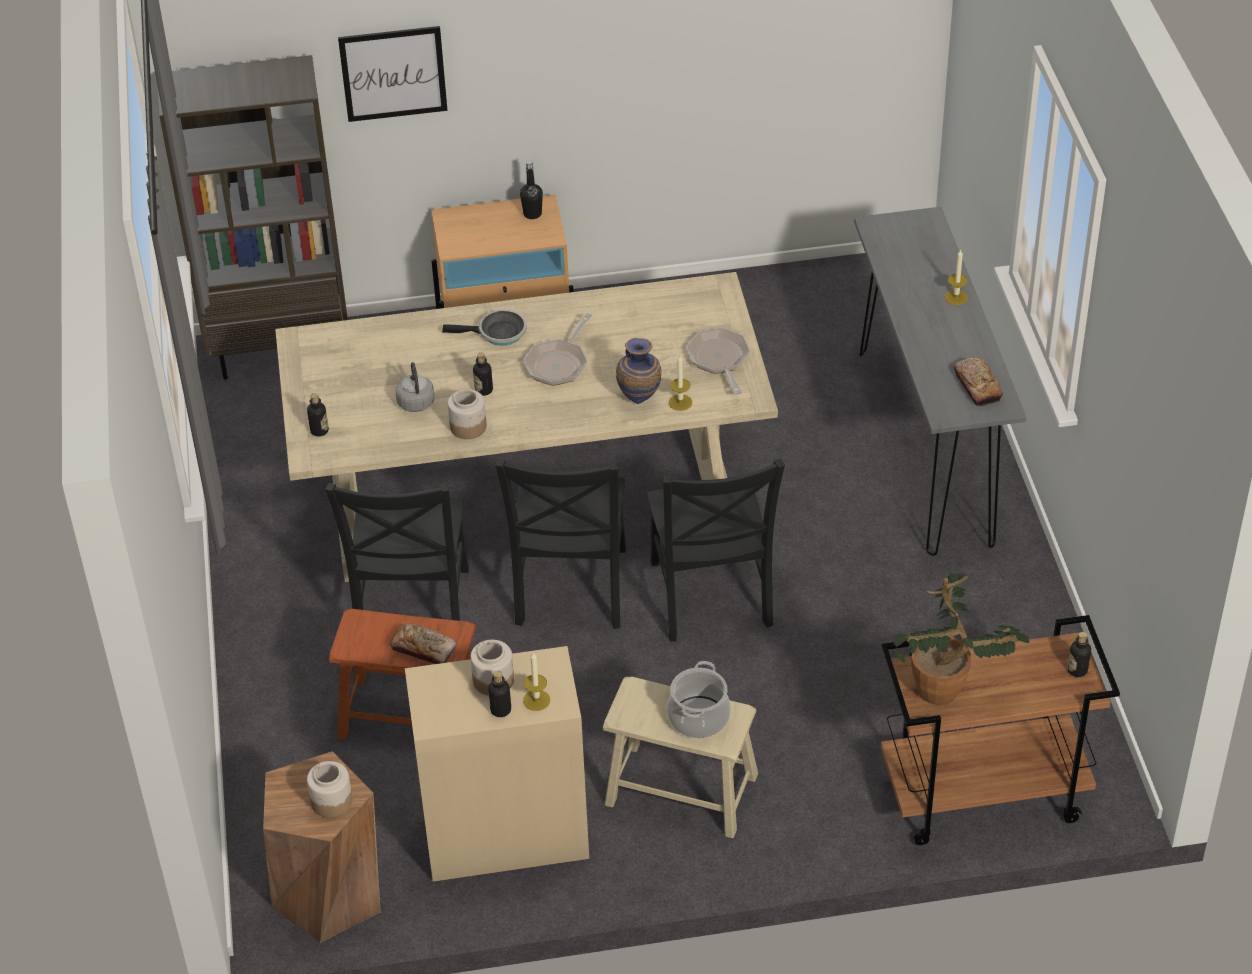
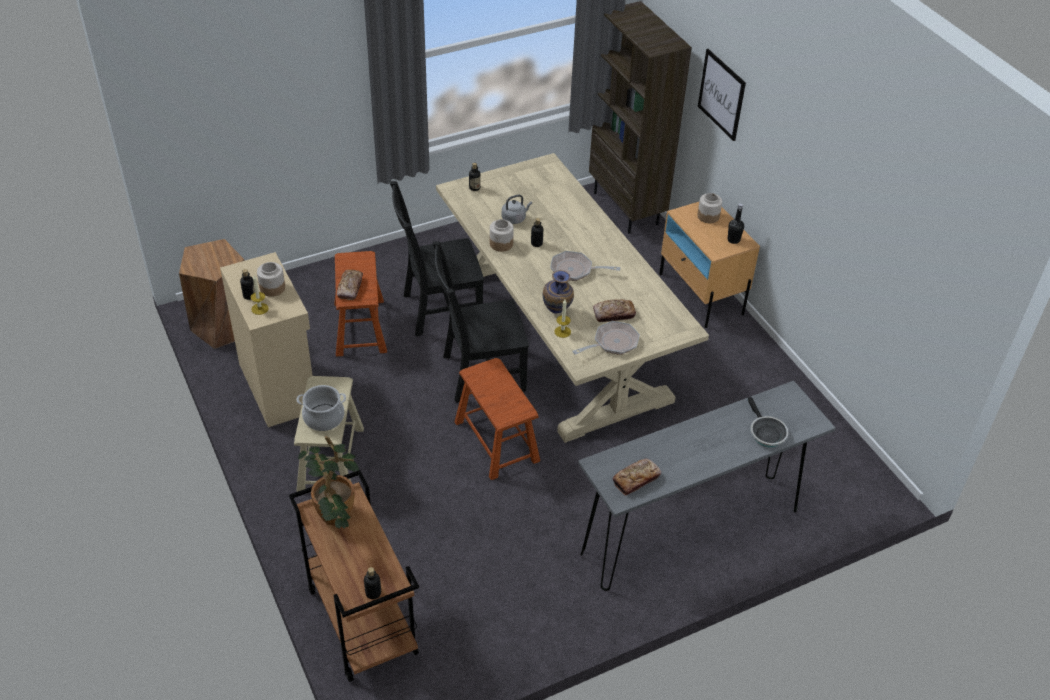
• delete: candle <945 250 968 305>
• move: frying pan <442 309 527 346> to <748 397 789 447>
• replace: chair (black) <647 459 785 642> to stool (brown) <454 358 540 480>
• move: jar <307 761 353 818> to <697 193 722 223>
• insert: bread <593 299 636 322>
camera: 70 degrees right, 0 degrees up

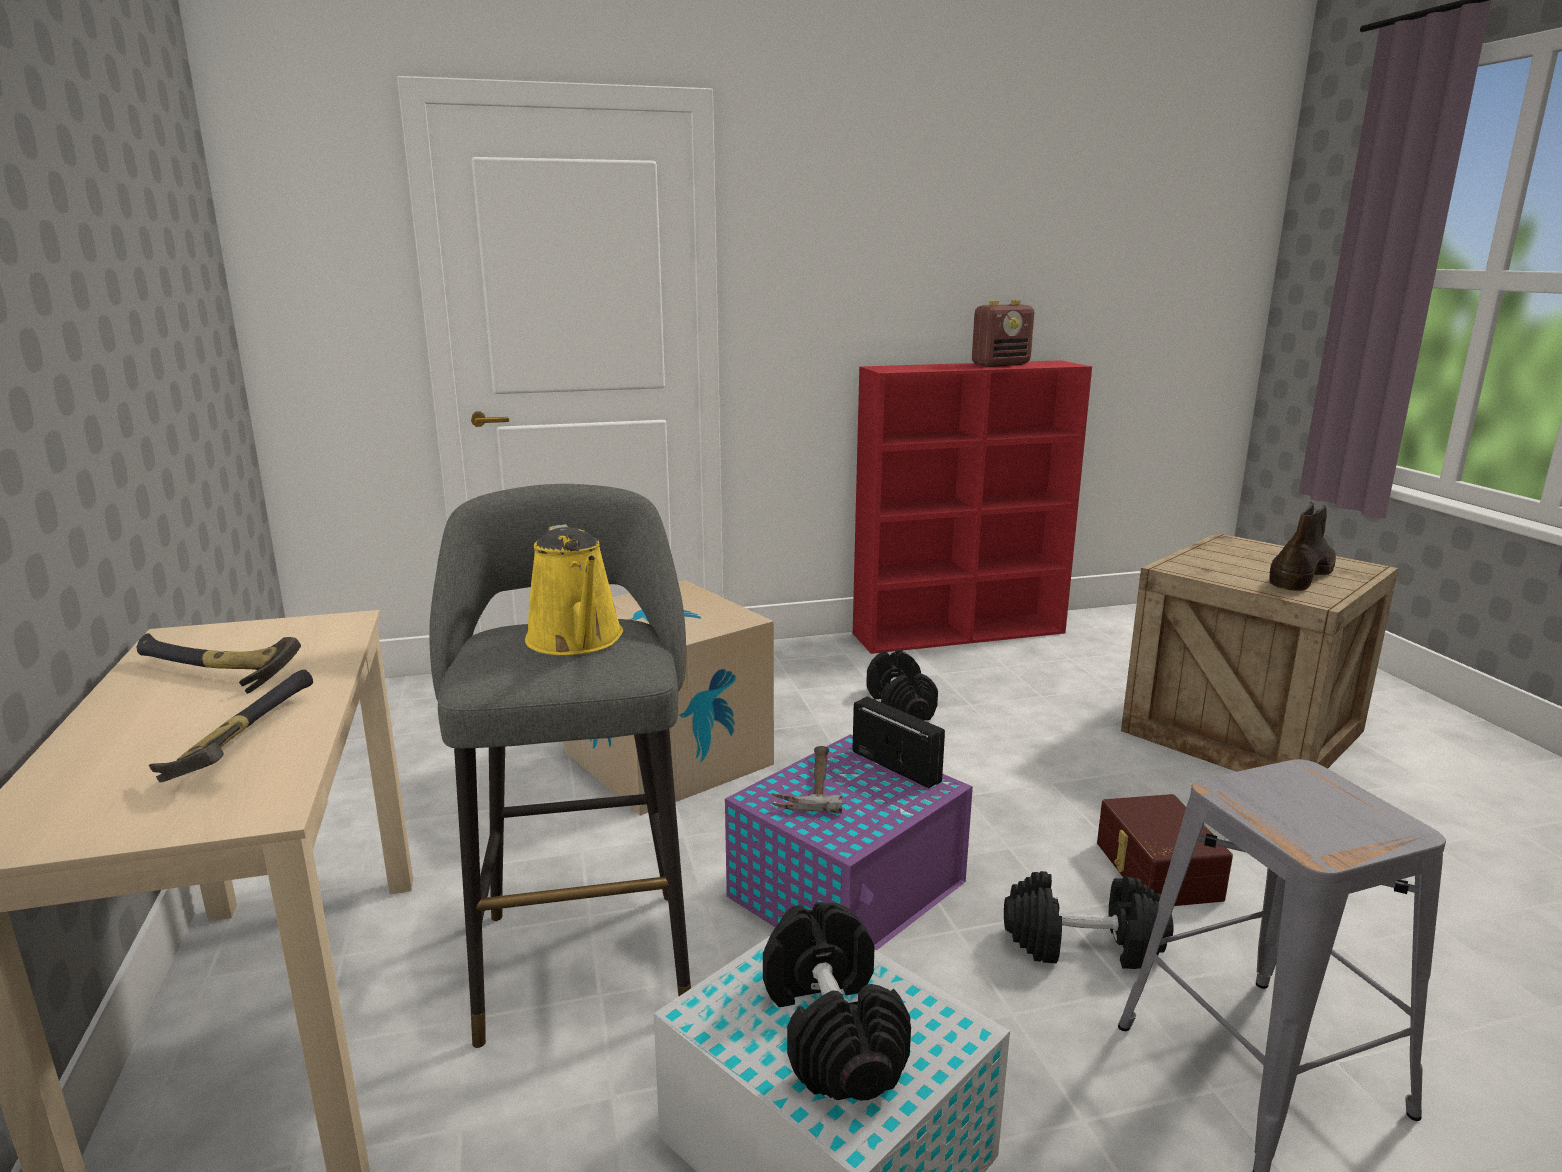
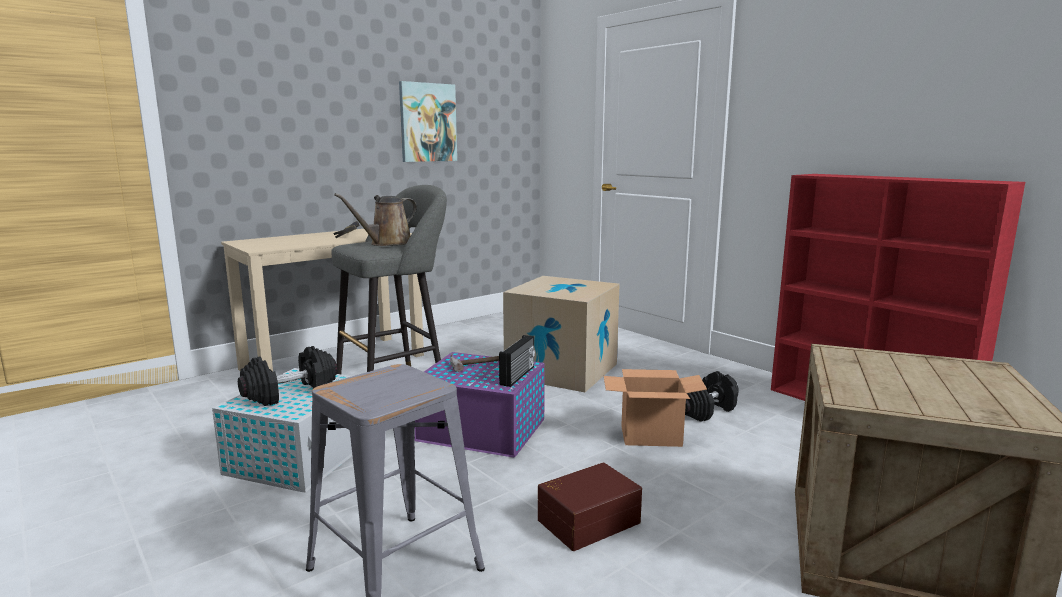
• delete: radio <972 300 1034 367>
• delete: boot (brown) <1269 502 1336 591>
• recolor: watering can (yellow) <525 524 623 655> to watering can (brown) <334 193 417 246>
• delete: hammer <149 670 313 783>
• delete: dumbbell (black) <1004 871 1173 969>
• insert: picture <399 81 457 162>
• insert: cardboard box <604 369 707 447>
camera: 65 degrees right, 5 degrees down

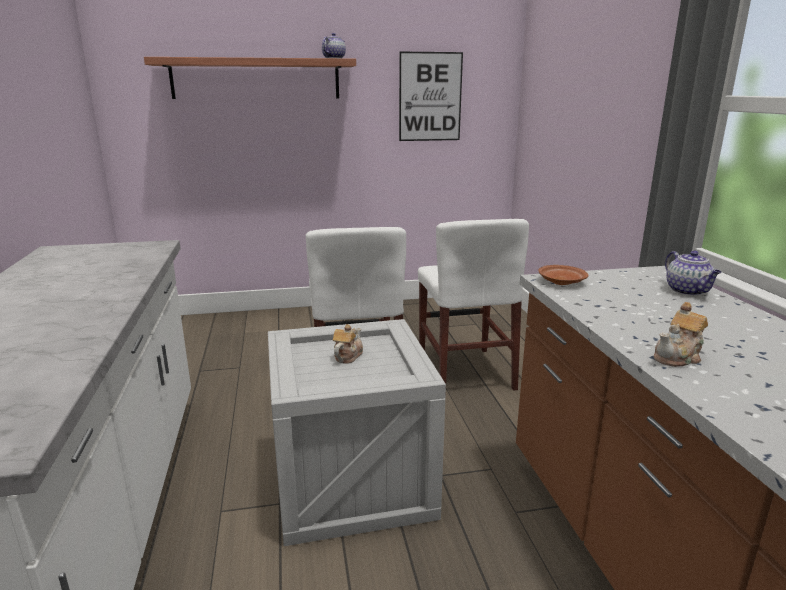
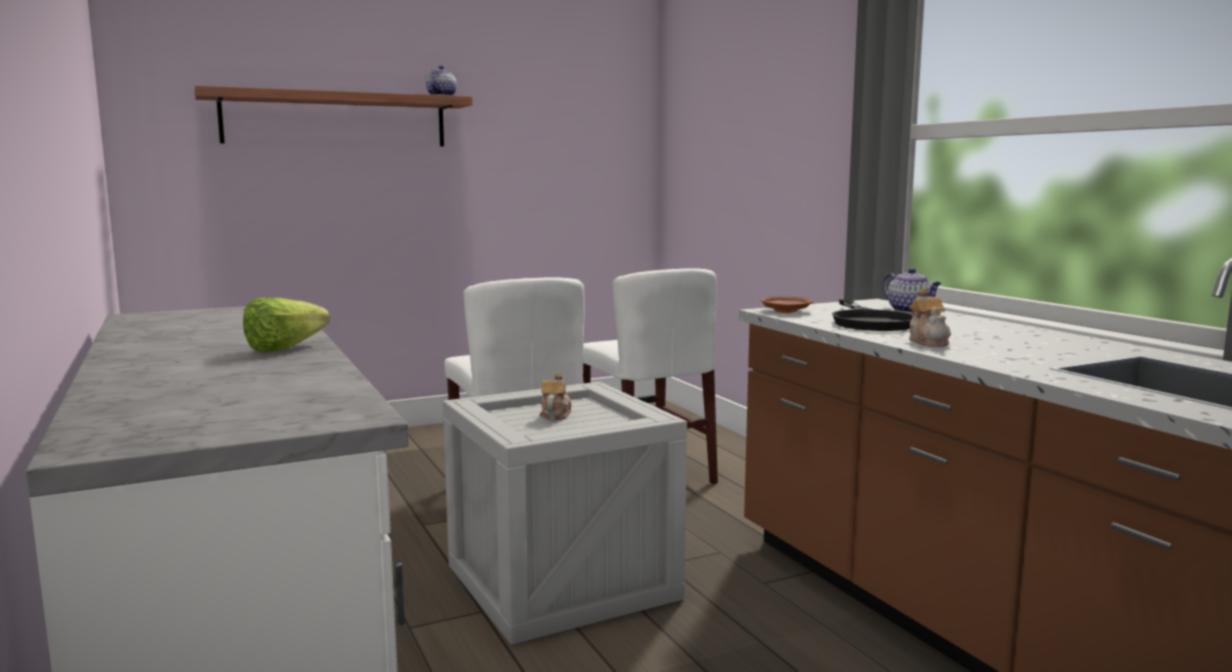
• delete: picture <399 51 463 141>
• rotate: teapot <654 302 708 367> = <909 288 951 347> 45 degrees counterclockwise
• insert: lettuce <243 297 330 353>
• insert: frying pan (black) <832 299 912 331>
camera: 15 degrees left, 10 degrees down

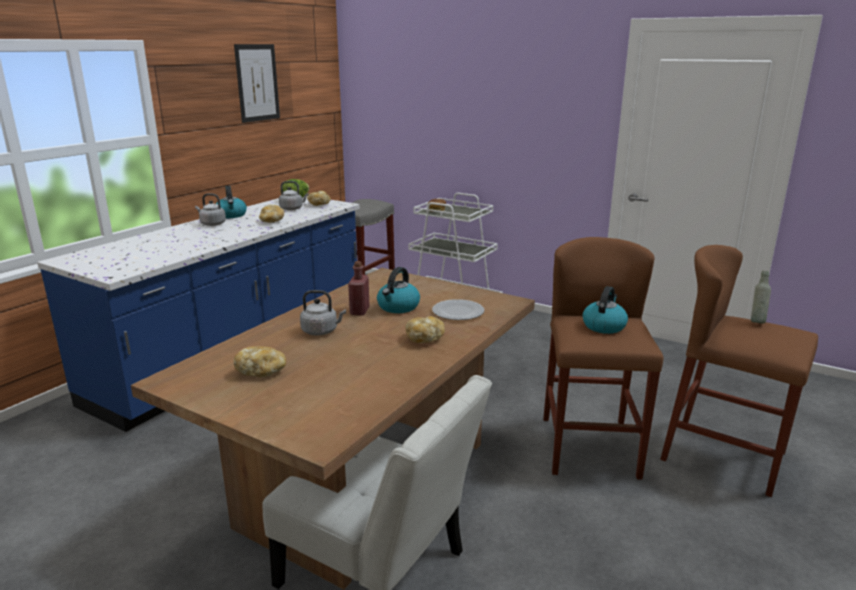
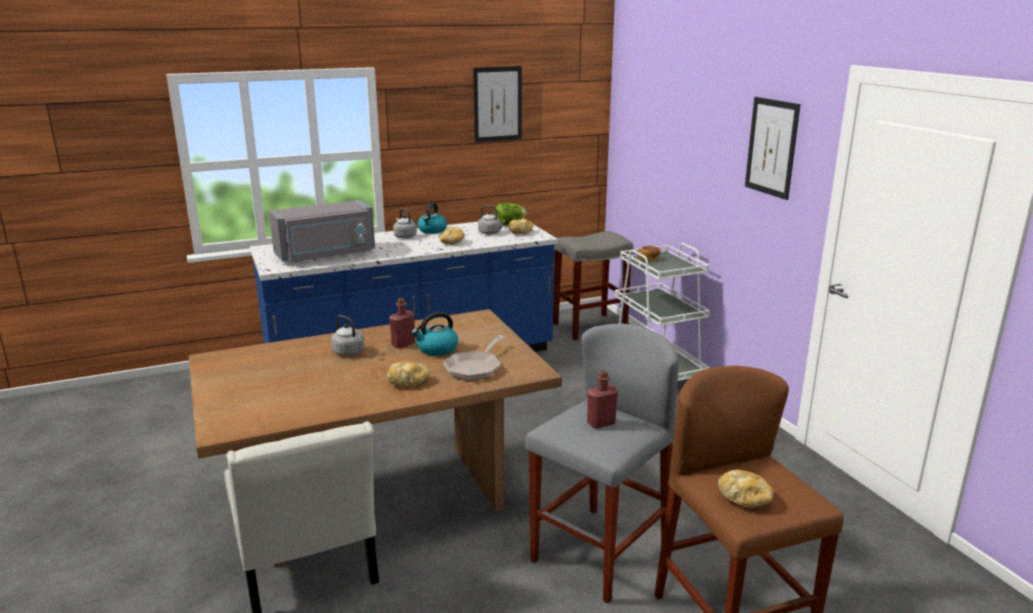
• recolor: stool (brown) <543 237 663 480> to stool (grey) <525 323 679 603>
• delete: bottle (grey) <751 271 771 324>
• replace: kettle <583 286 628 334> to bottle (red) <587 371 618 429>
• replace: plate <432 299 485 320> to frying pan <444 335 504 381>
• move: bread <233 346 286 377> to <718 470 774 508>
• insert: picture <745 97 800 200>
• insert: microwave (grey) <269 200 375 263>
camera: 35 degrees right, 0 degrees up

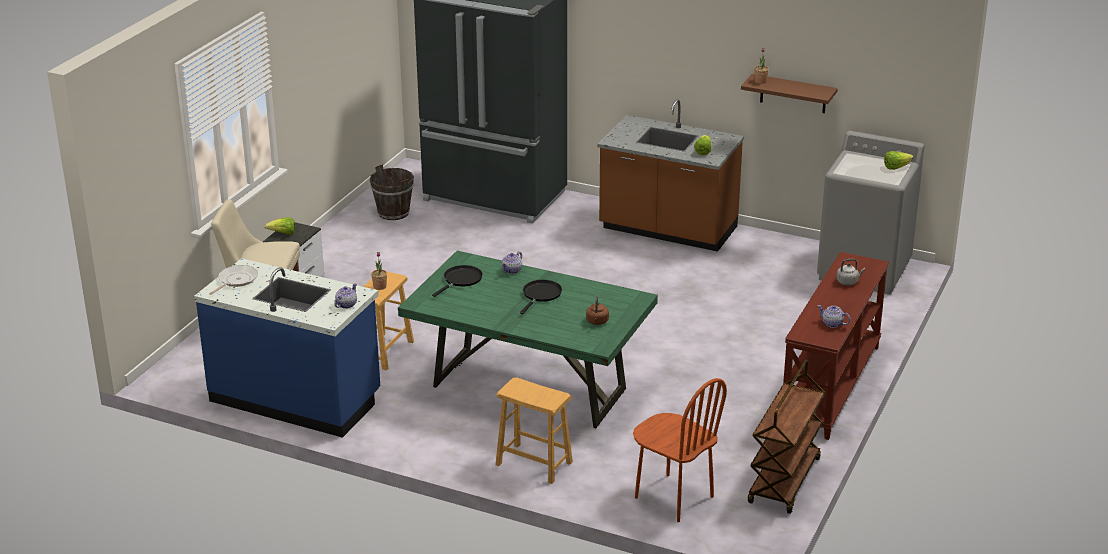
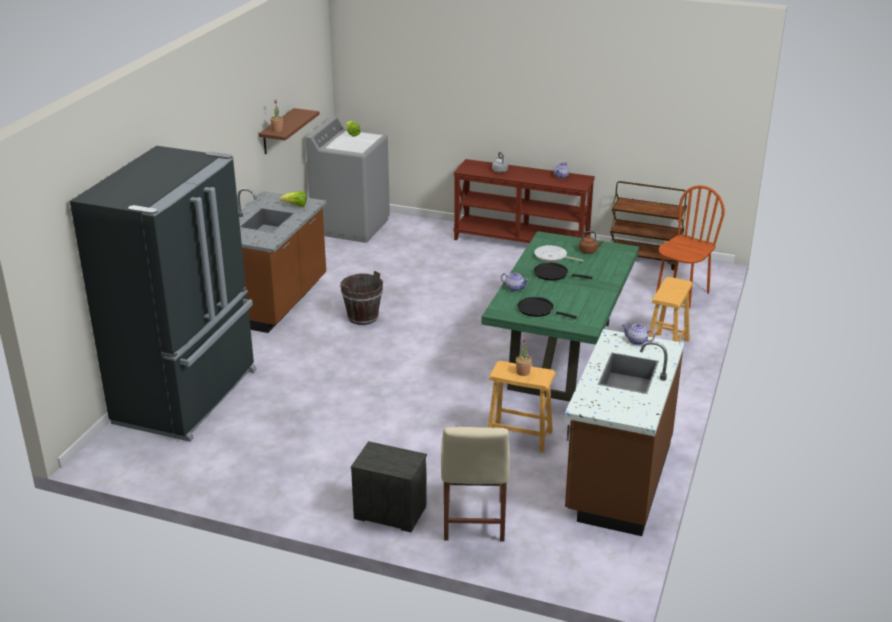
• move: bucket (brown) <369 164 414 220> to <340 271 383 325>
• delete: lettuce <265 217 295 235>
• recolor: counter (blue) <194 258 380 438> to counter (brown) <565 329 684 536>
• move: frying pan <209 265 258 295> to <534 245 584 262>
camera: 95 degrees left, 0 degrees up

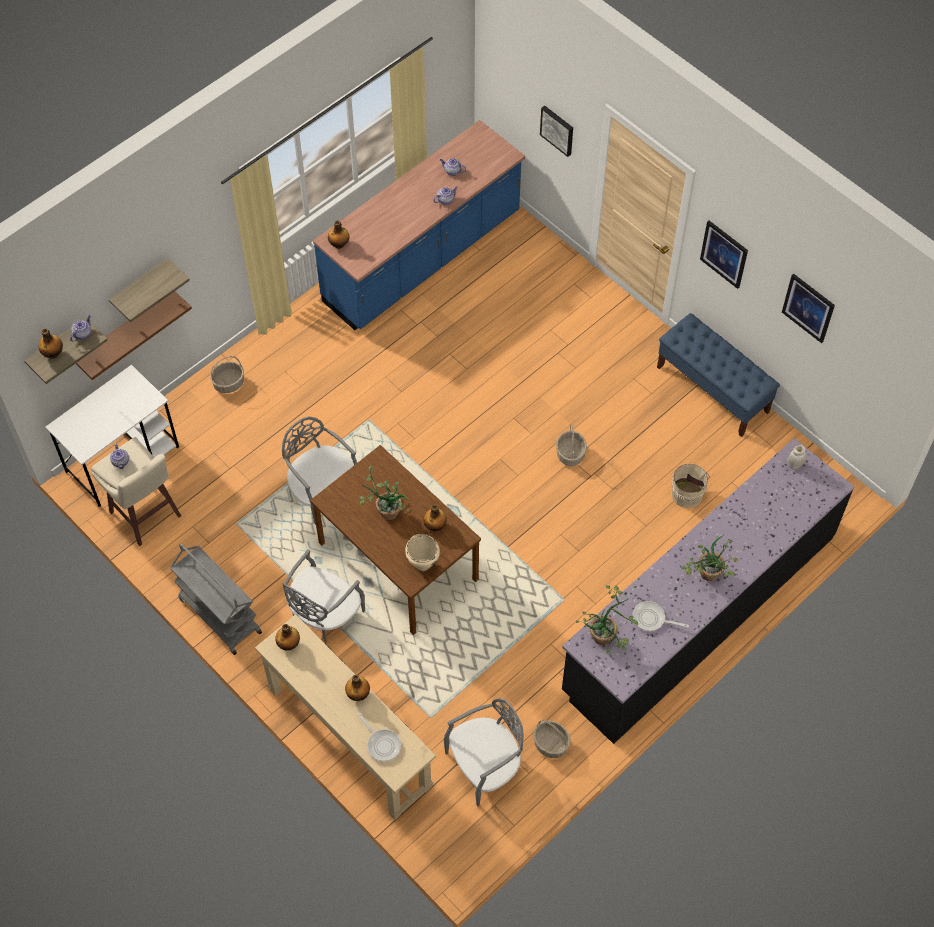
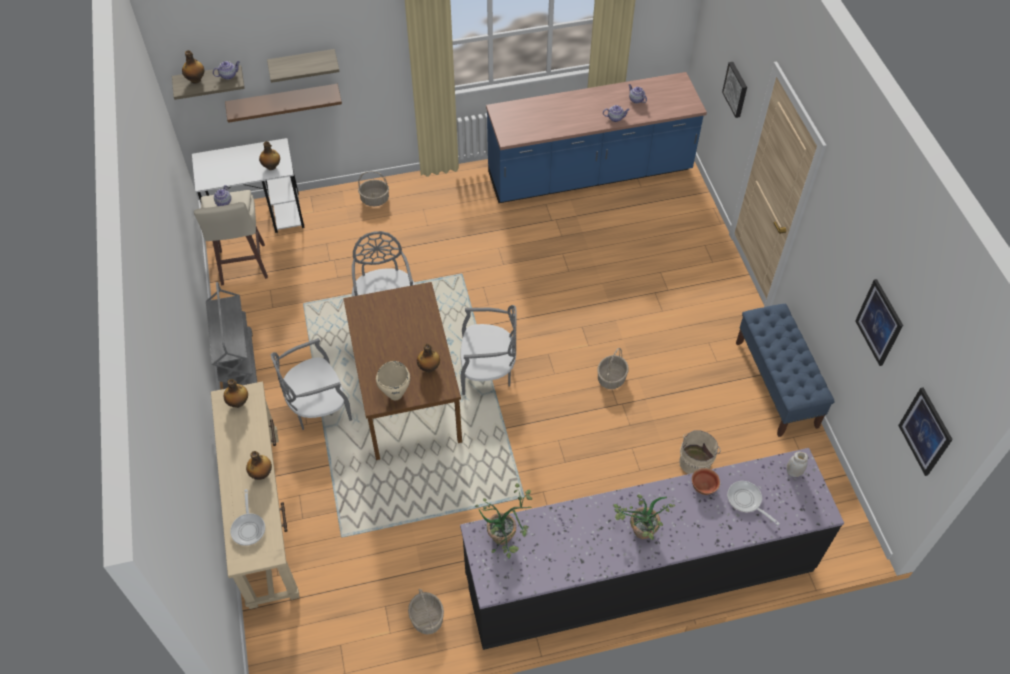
• move: bottle <328 220 350 249> to <259 141 280 170>
• move: picture <700 221 748 289> to <898 387 953 476>
• delete: potted plant <359 466 410 521>
• move: frying pan <632 601 689 631> to <727 481 780 525>
• move: chair (grey) <443 698 524 807> to <460 305 517 395>
• insert: bowl <692 468 720 495>
camera: 30 degrees right, 5 degrees down

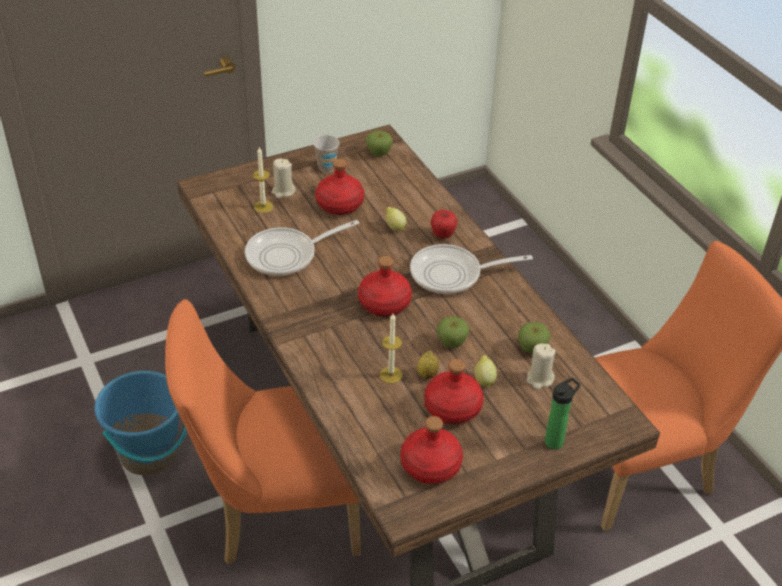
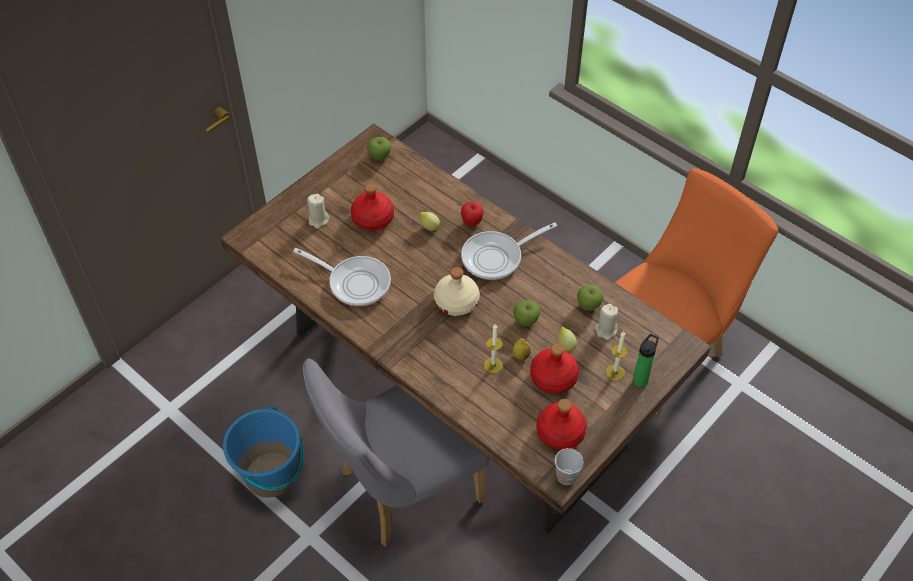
• move: cup <313 135 340 172> to <555 448 584 485>
• move: candle <253 147 273 213> to <606 331 628 381>
• rotate: frying pan <245 220 359 276> = <293 248 391 306> 105 degrees counterclockwise
• recolor: bottle (red) <358 256 412 317> to bottle (beige) <434 267 480 316>
• recolor: chair (orange) <165 299 361 565> to chair (grey) <303 359 489 546>
camera: 20 degrees left, 10 degrees up

